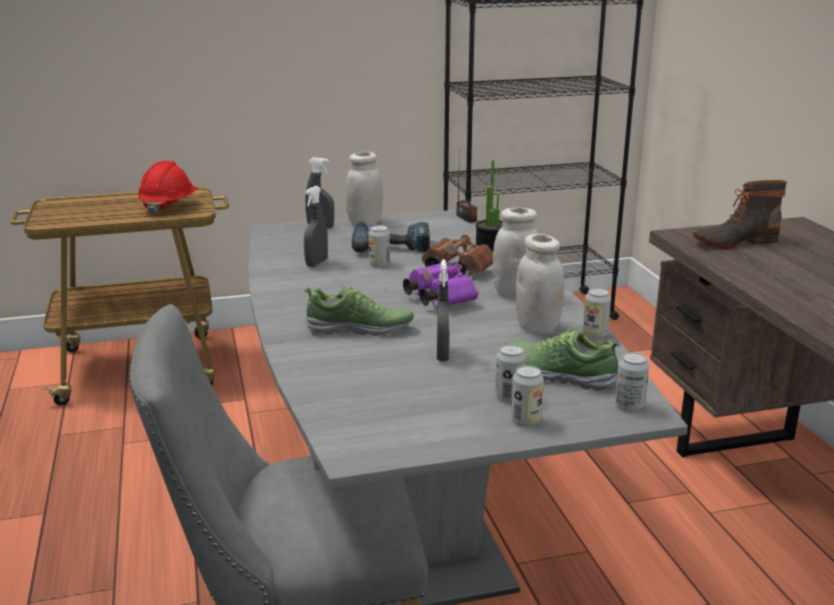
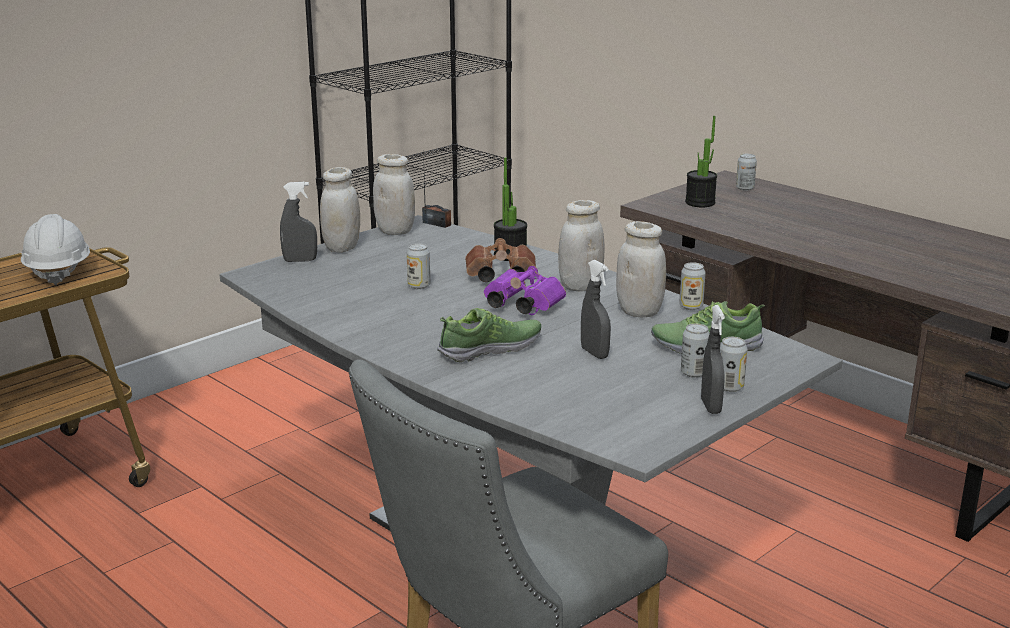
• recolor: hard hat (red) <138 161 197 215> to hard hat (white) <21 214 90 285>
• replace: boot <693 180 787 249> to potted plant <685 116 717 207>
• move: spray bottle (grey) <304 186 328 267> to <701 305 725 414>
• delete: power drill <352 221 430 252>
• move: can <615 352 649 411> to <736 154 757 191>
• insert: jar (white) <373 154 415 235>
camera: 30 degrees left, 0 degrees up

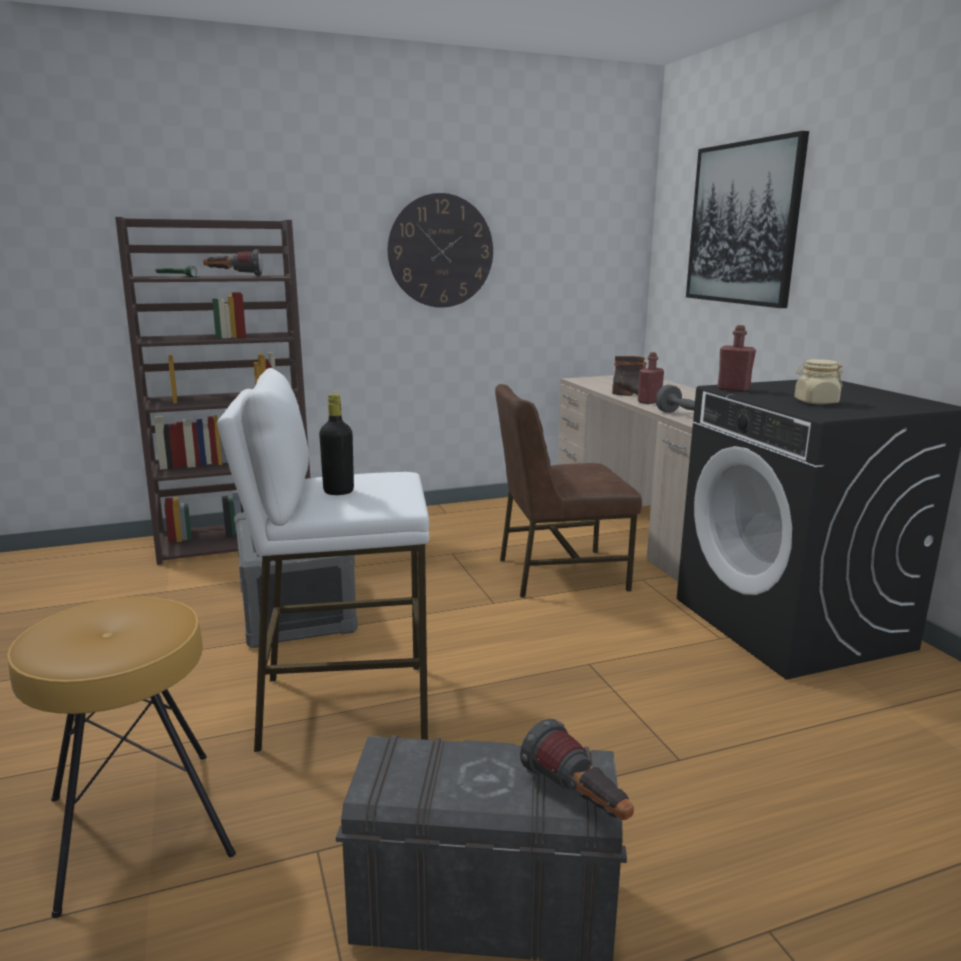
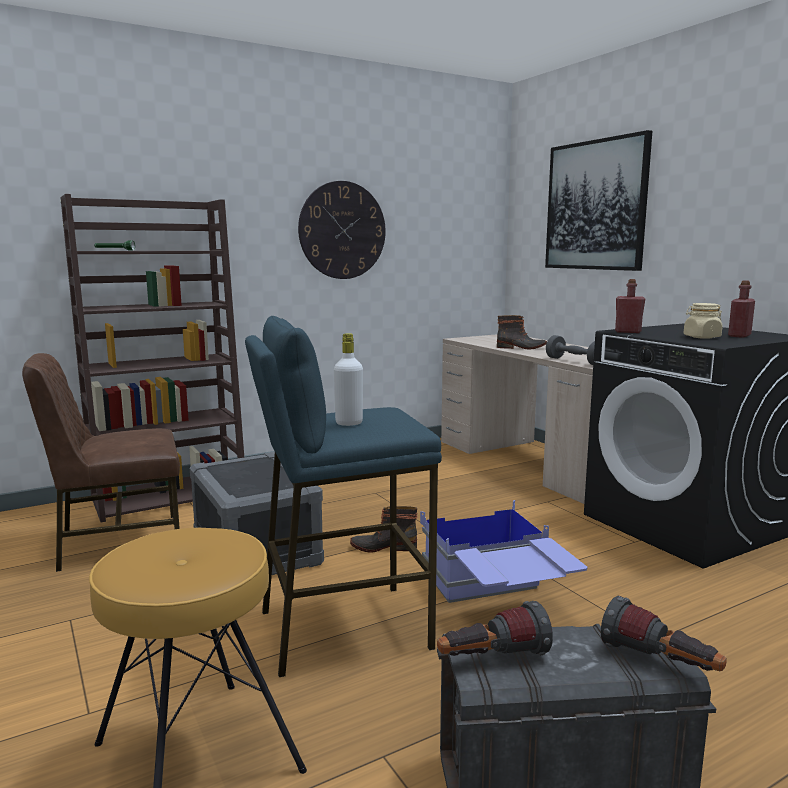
• move: flashlight <203 249 263 276> to <437 601 553 656>
• move: bottle (red) <638 352 664 404> to <728 280 755 338>
• recolor: stool (white) <217 368 429 753> to stool (blue) <245 316 442 677>
• move: chair (brown) <495 384 642 598> to <22 353 180 572>
• recolor: bottle (black) <319 394 354 495> to bottle (white) <334 333 363 426>
• insert: storage box (blue) <420 500 588 603>
• insert: boot <350 506 417 553>
camera: 10 degrees left, 5 degrees down

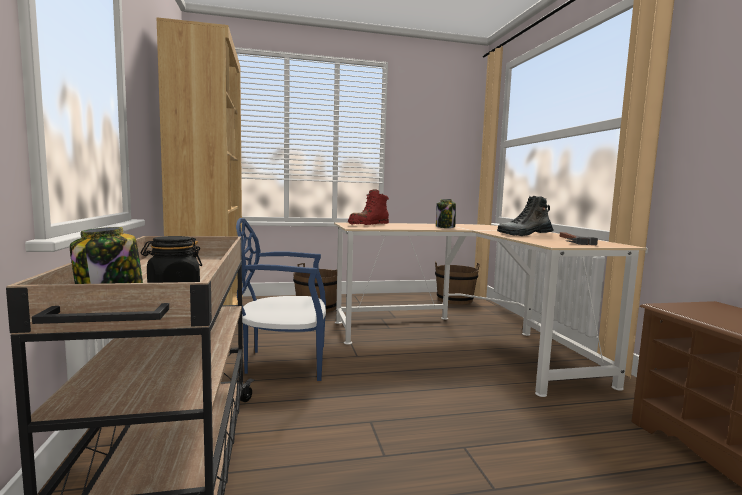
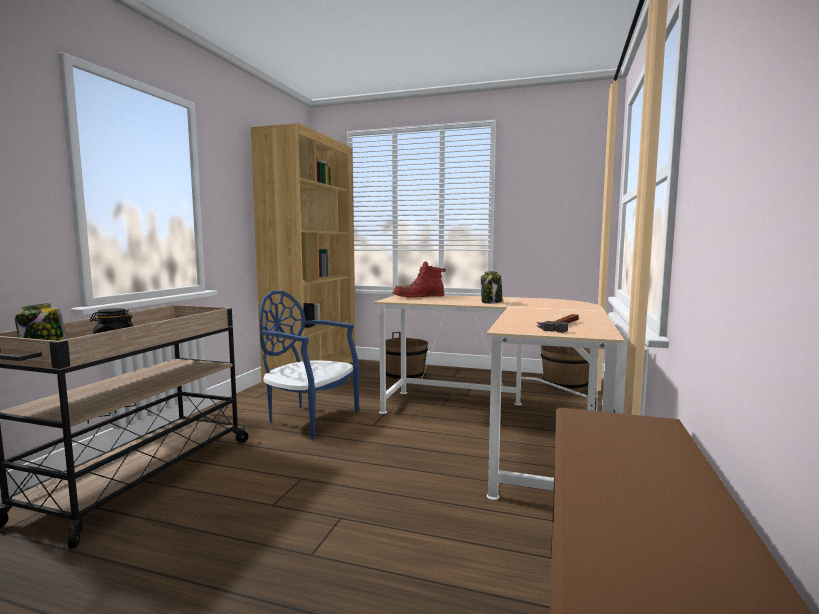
• delete: boot <497 196 554 236>
camera: 30 degrees right, 0 degrees up

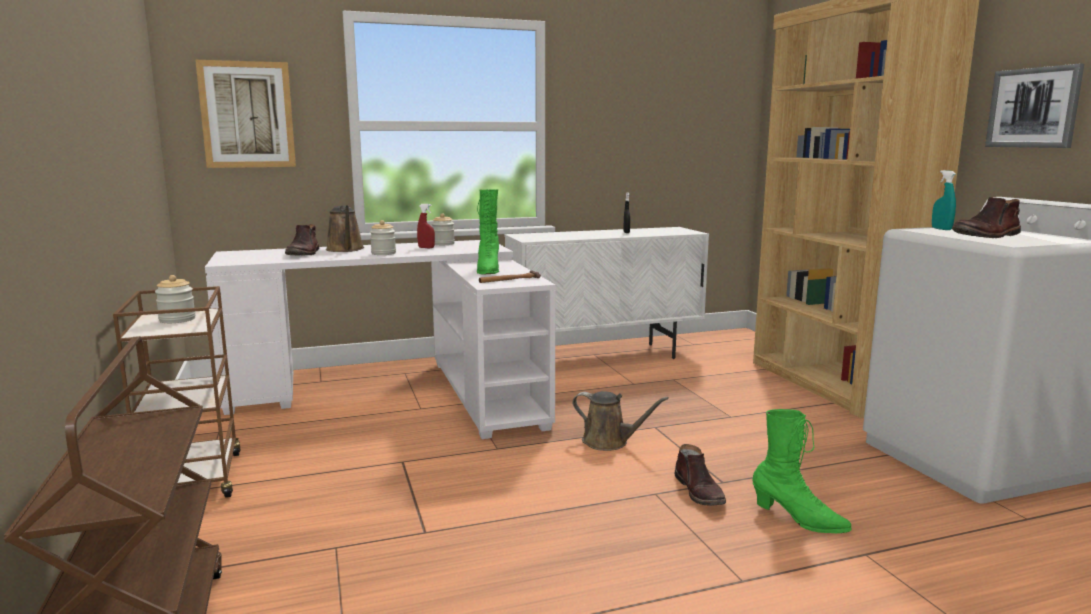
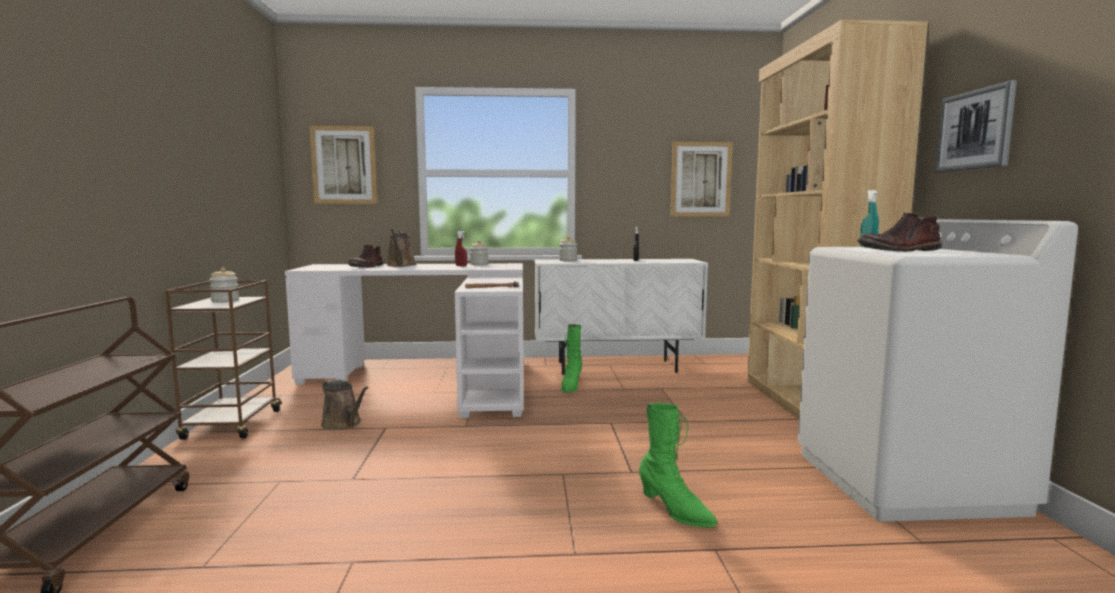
• move: boot (green) <477 189 499 275> to <561 324 582 393>
• move: jar <370 220 396 255> to <559 236 577 261>
• move: watering can (brown) <572 391 669 451> to <321 380 369 430>
• delete: boot (brown) <674 444 726 505>
• insert: picture <670 142 733 216>
camera: 15 degrees right, 5 degrees down

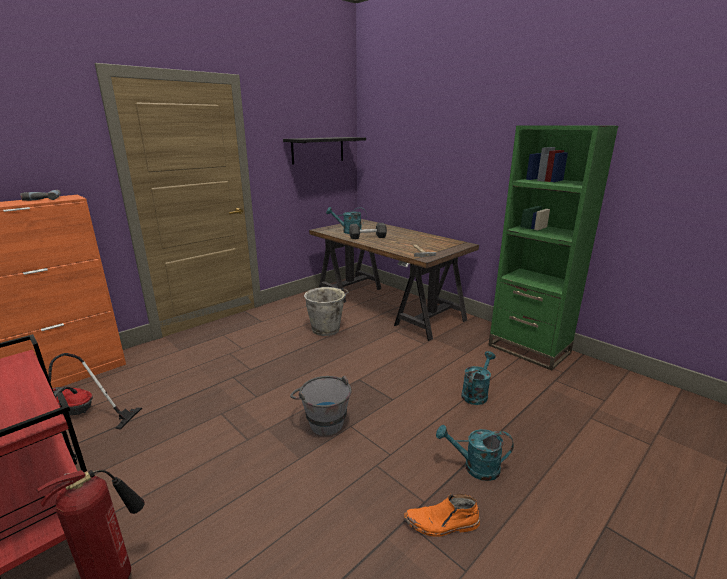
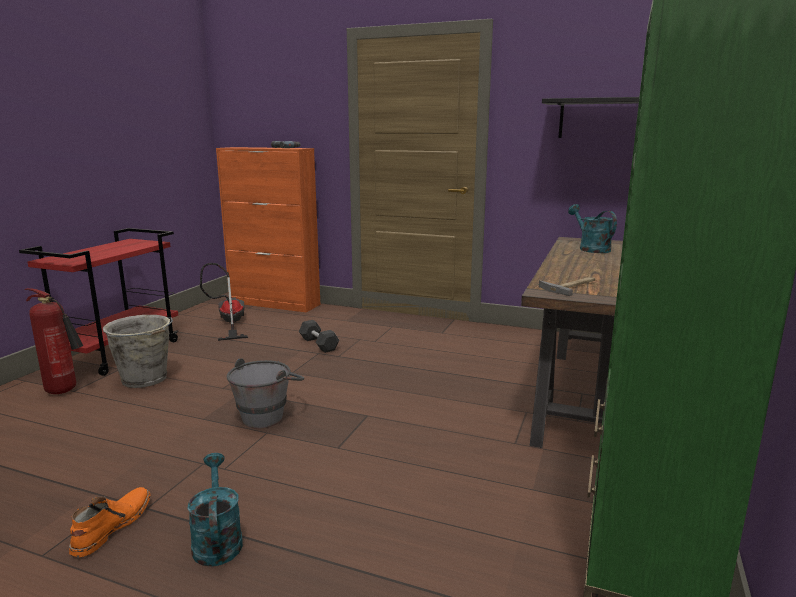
• move: dumbbell (black) <349 223 387 239> to <299 320 339 353>
• move: bucket (grey) <304 287 349 336> to <103 315 173 388>
• delete: watering can (turquoise) <461 351 496 405>
• rotate: boot (orange) <404 494 480 537> = <69 487 150 557> 45 degrees clockwise
camera: 65 degrees right, 5 degrees down

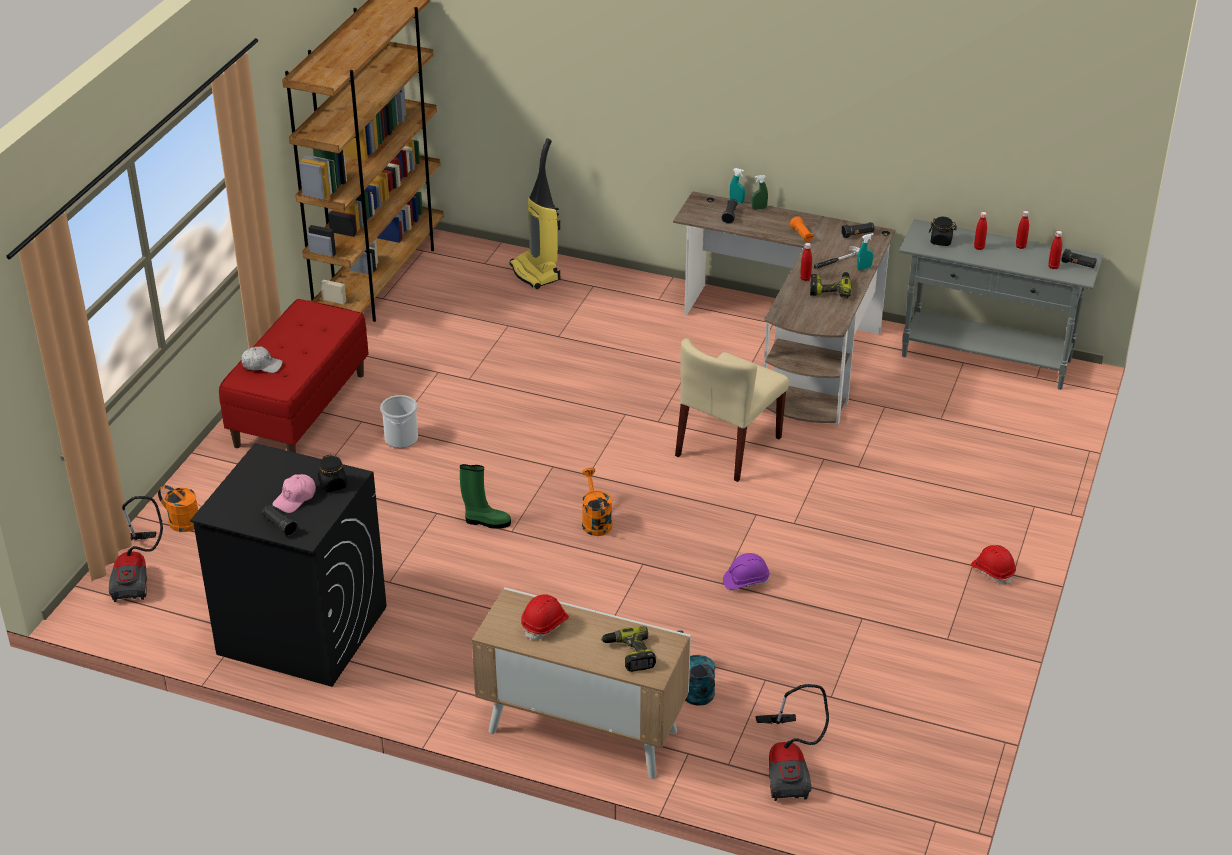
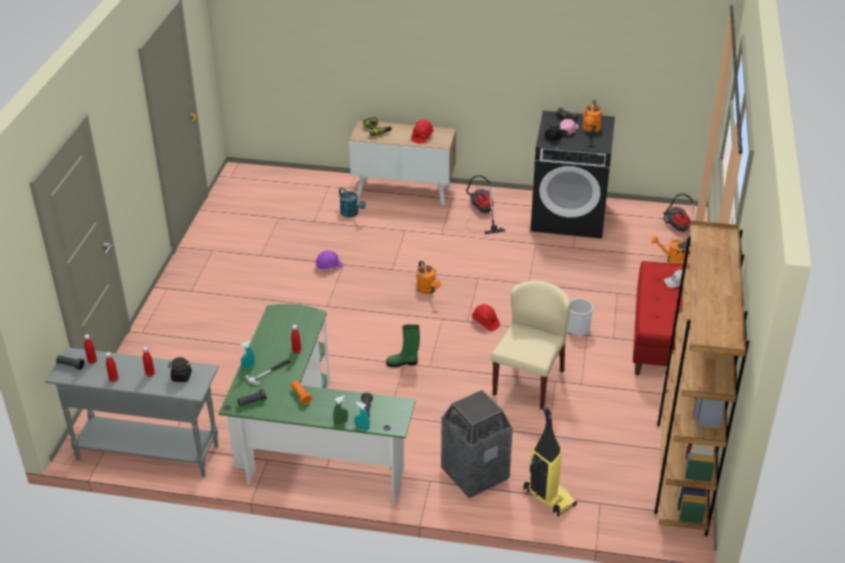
• recolor: desk (brown) <673 191 895 426> to desk (green) <218 304 416 504>
• delete: power drill <810 272 852 298>
• move: chair (beige) <675 338 789 482> to <491 280 571 410>
• move: boot (green) <460 464 511 529> to <386 324 420 367>
• move: hard hat (red) <971 545 1016 584> to <472 304 500 331>
• move: vacuum cleaner <755 684 829 801> to <466 175 505 234>
• insert: watering can (orange) <582 100 602 133>
• insert: trash can <441 390 513 498>
camera: 170 degrees right, 0 degrees up

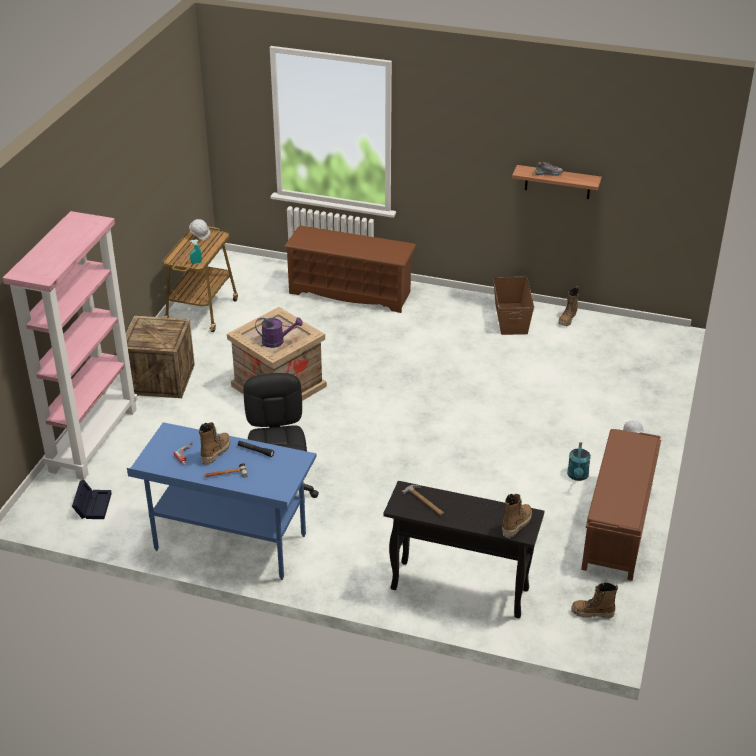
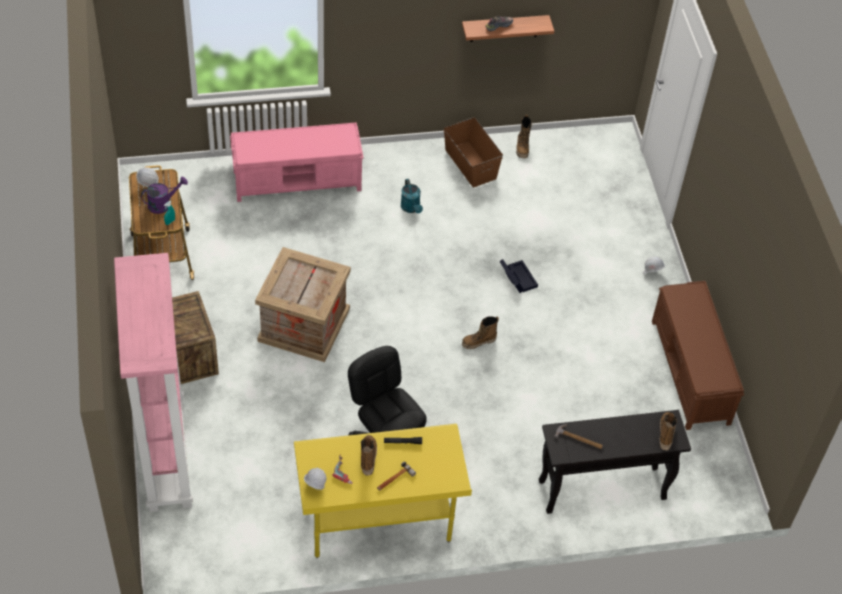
• replace: shoe rack (brown) <284 225 416 313> to bench (pink) <230 122 364 202>
• move: watering can (purple) <255 317 303 348> to <141 177 188 214>
• recolor: desk (blue) <127 422 317 580> to desk (yellow) <294 424 472 558>
• move: watering can (turquoise) <567 442 591 481> to <401 179 423 213>
• move: storage box (black) <72 479 112 519> to <499 259 538 293>
• move: boot <571 582 618 618> to <462 316 499 349>
• insert: hard hat (white) <304 468 326 490>
camera: 30 degrees left, 15 degrees up

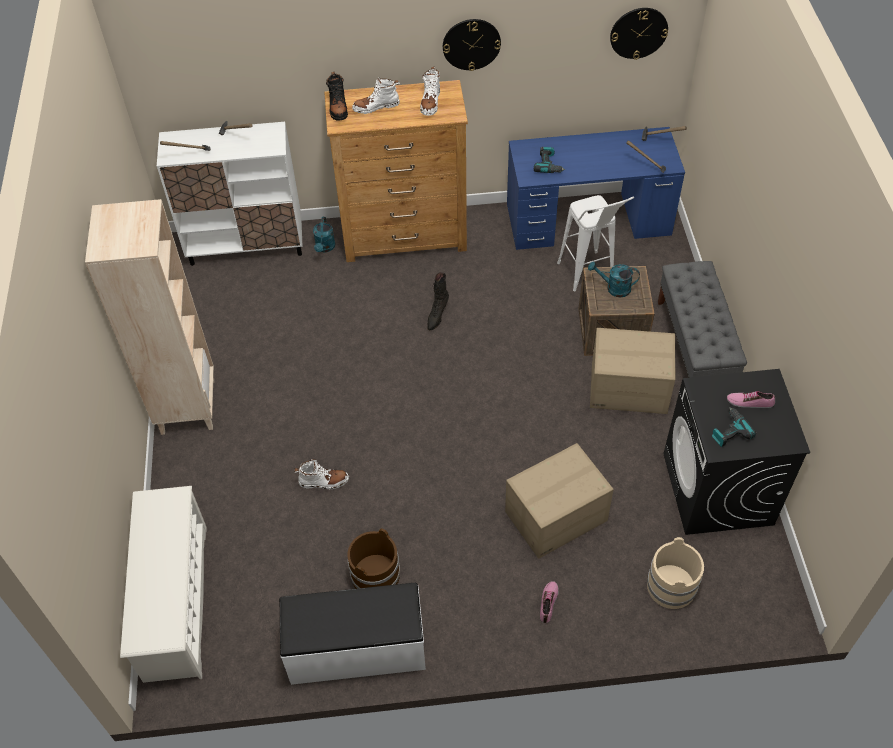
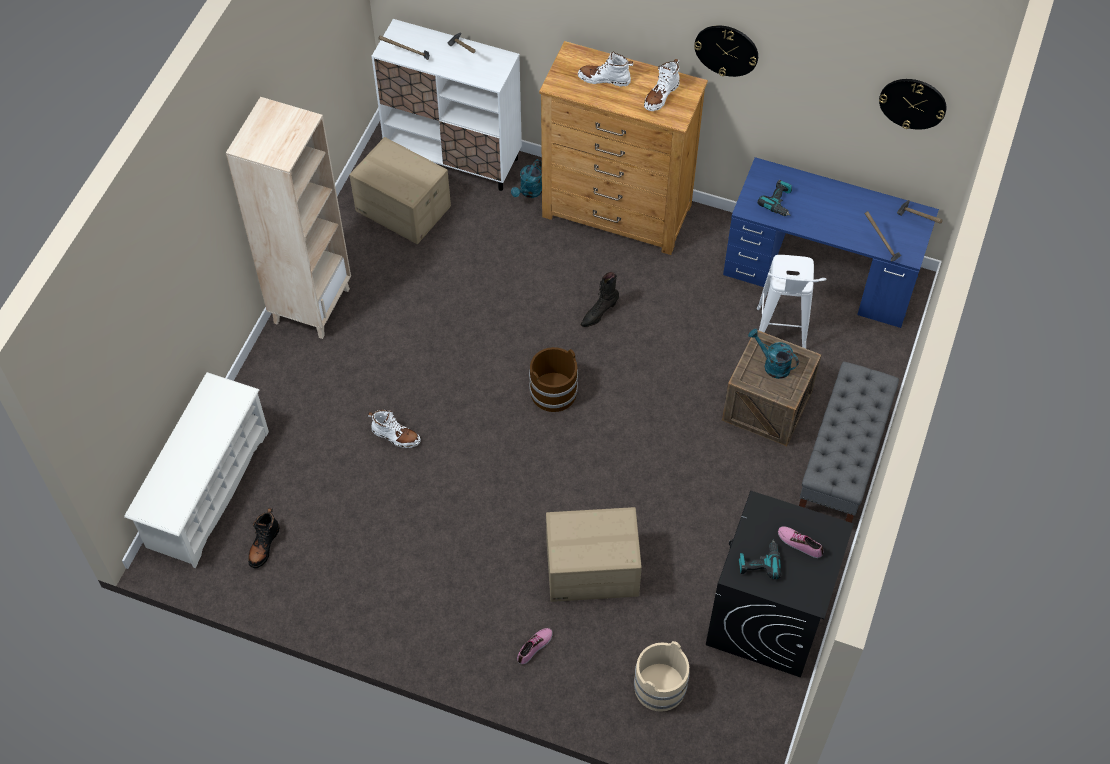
• move: boot (black) <326 72 348 121> to <248 508 280 568>
• move: cardboard box <590 328 675 414> to <349 137 451 244>
• move: bucket (brown) <347 529 400 589> to <529 347 578 412>
• delete: bench (white) <279 583 426 685>
camera: 25 degrees right, 5 degrees up

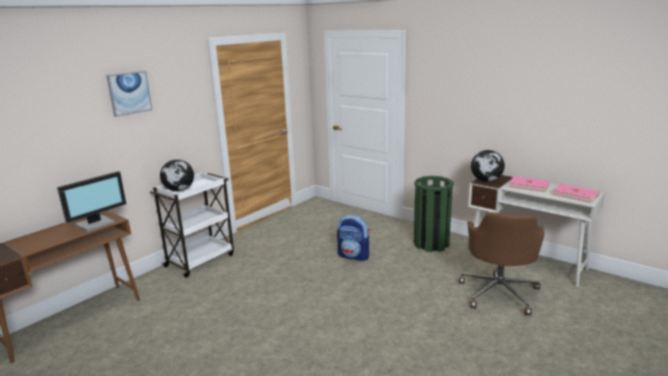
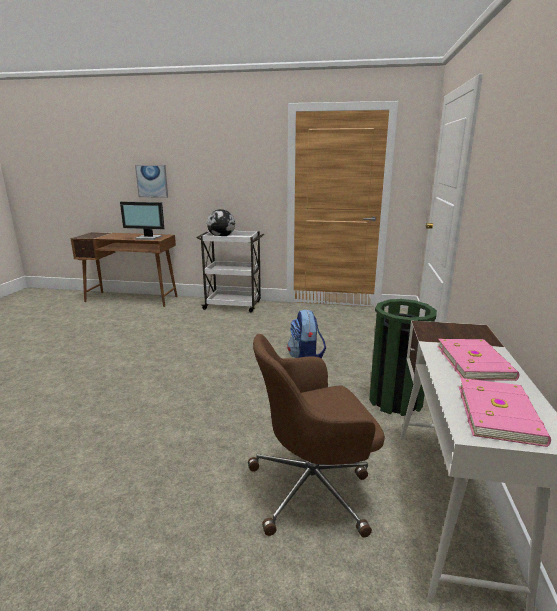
• move: picture <106 71 152 117> to <135 165 168 198>
• delete: globe <471 150 505 182>
camera: 60 degrees right, 0 degrees up

